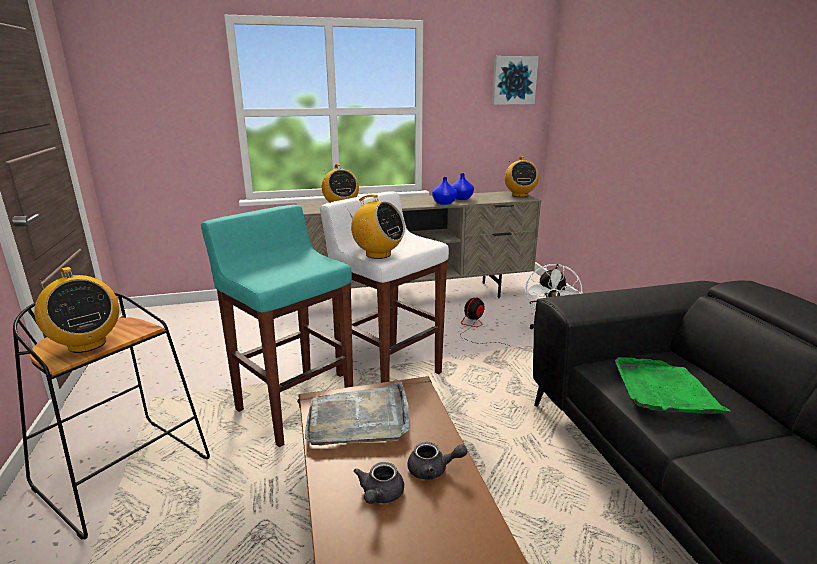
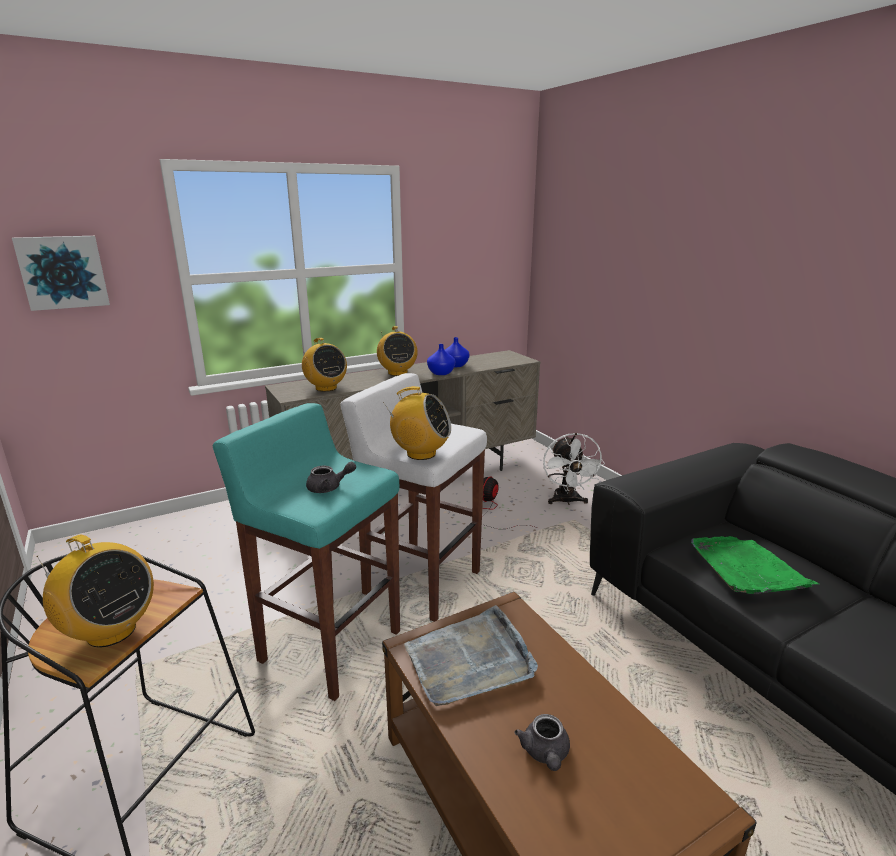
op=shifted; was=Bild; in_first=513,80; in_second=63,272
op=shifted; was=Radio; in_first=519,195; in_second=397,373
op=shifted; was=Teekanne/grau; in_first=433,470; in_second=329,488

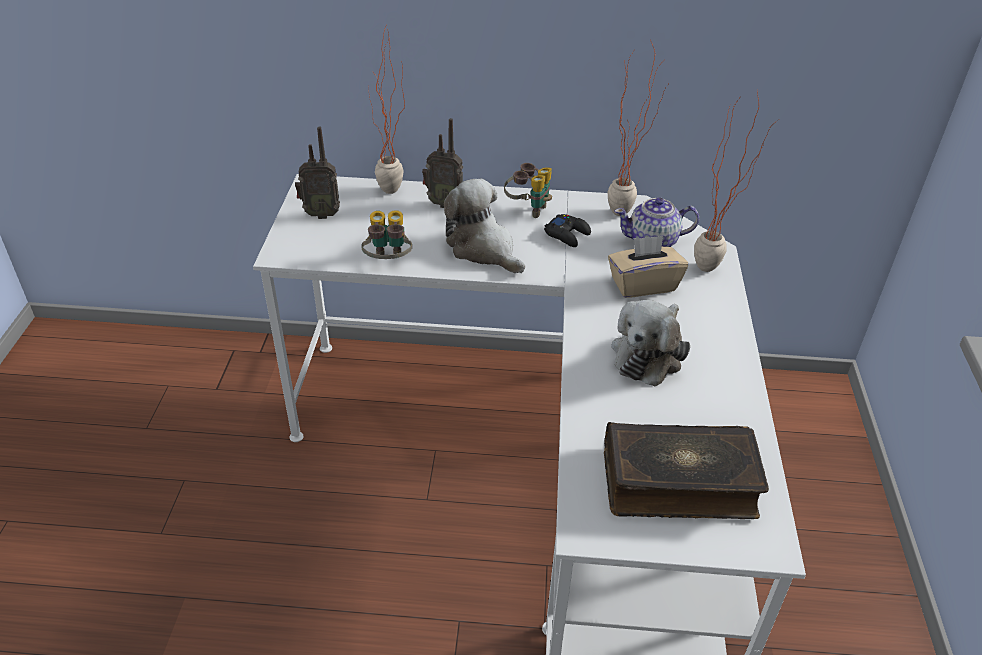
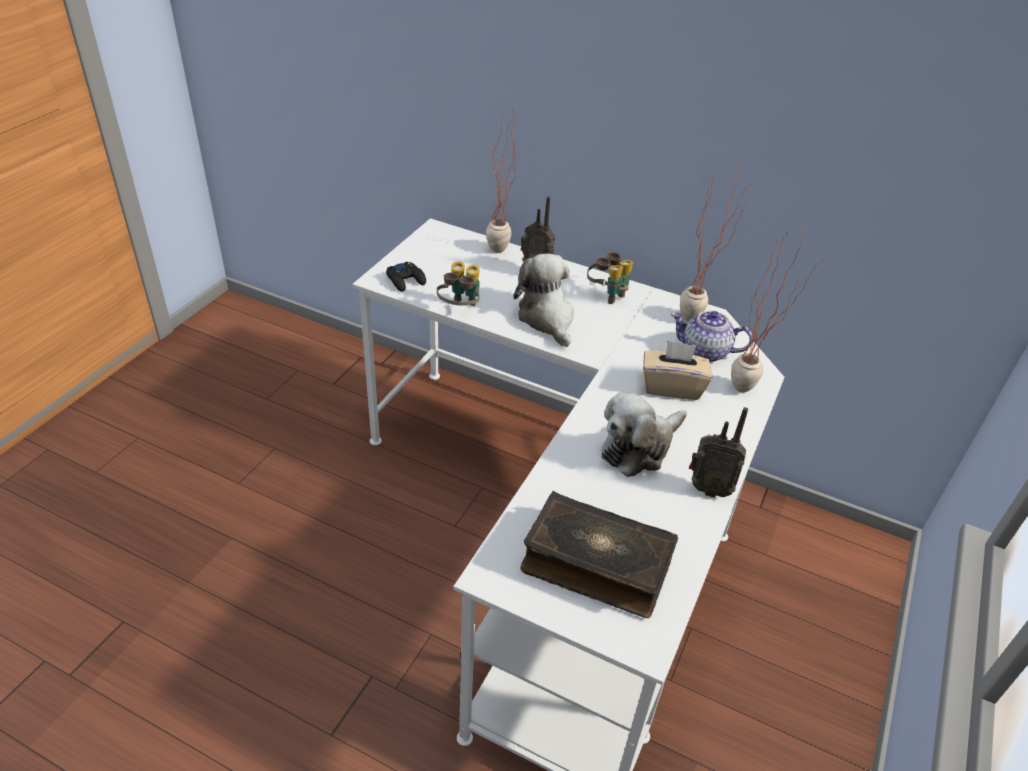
op=shifted; was=Radio; in_first=320,214; in_second=708,488
op=shifted; was=Gamepad/schwarz; in_first=567,234; in_second=406,280

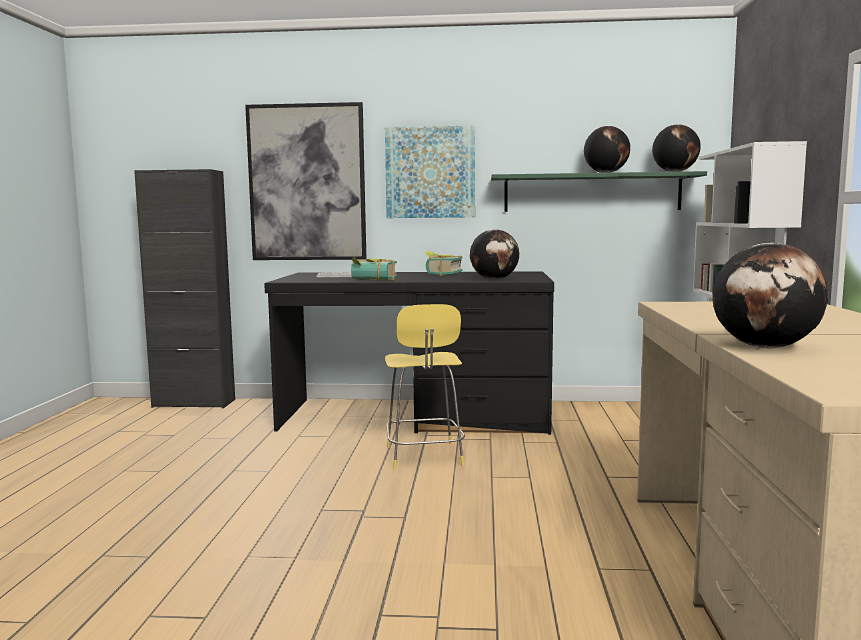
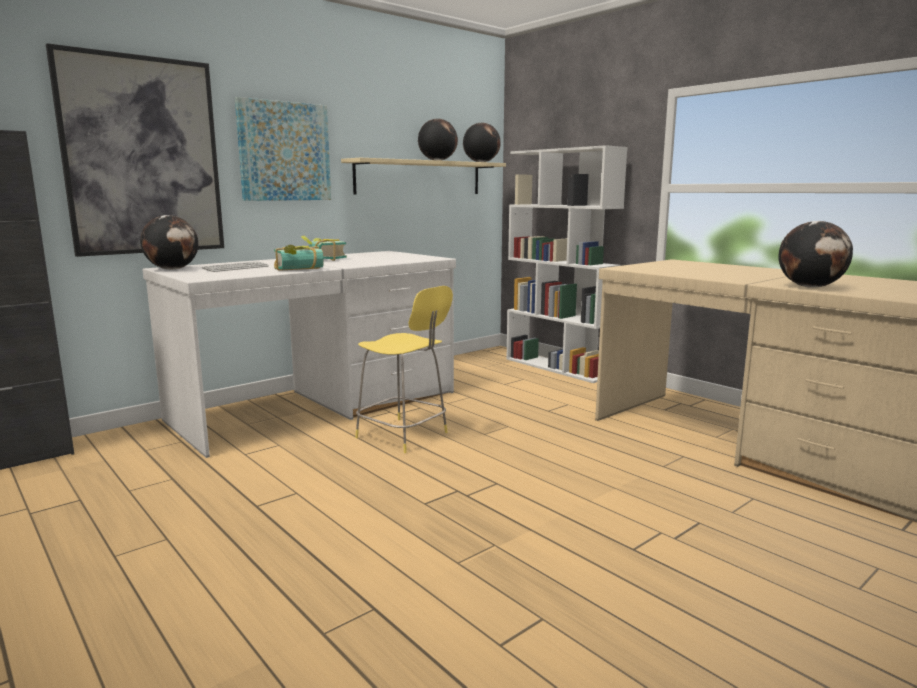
op=repainted; was=Wandregal/grün; now=Wandregal/beige; in_first=592,192; in_second=419,178
op=shifted; was=Globus; in_first=494,279; in_second=173,269
op=repainted; was=Schreibtisch/schwarz; now=Schreibtisch/weiß; in_first=415,416; in_second=318,406

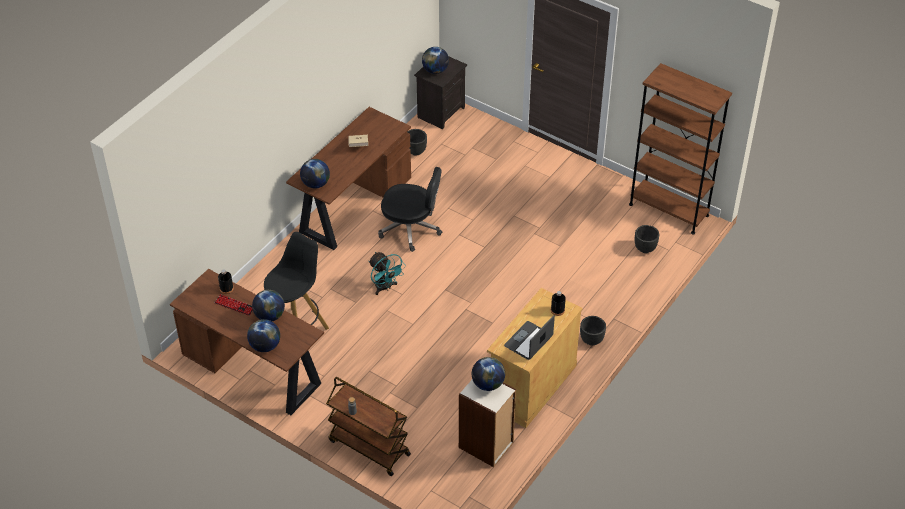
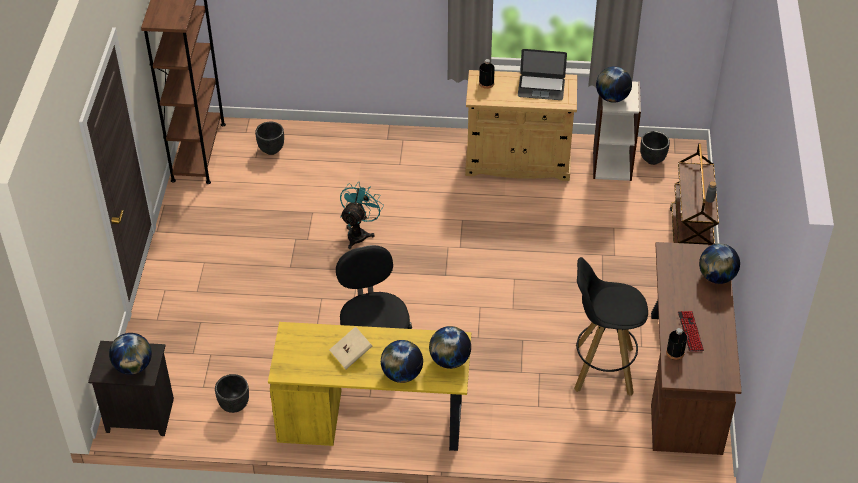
op=repainted; was=Schreibtisch/braun; now=Schreibtisch/gelb; in_first=353,205; in_second=374,420
op=shifted; was=Ventilator/türkis; in_first=385,288; in_second=359,233
op=shifted; was=Globus; in_first=269,316; in_second=402,374
op=shifted; was=Pflanzkübel/schwarz; in_first=592,340; in_second=652,159

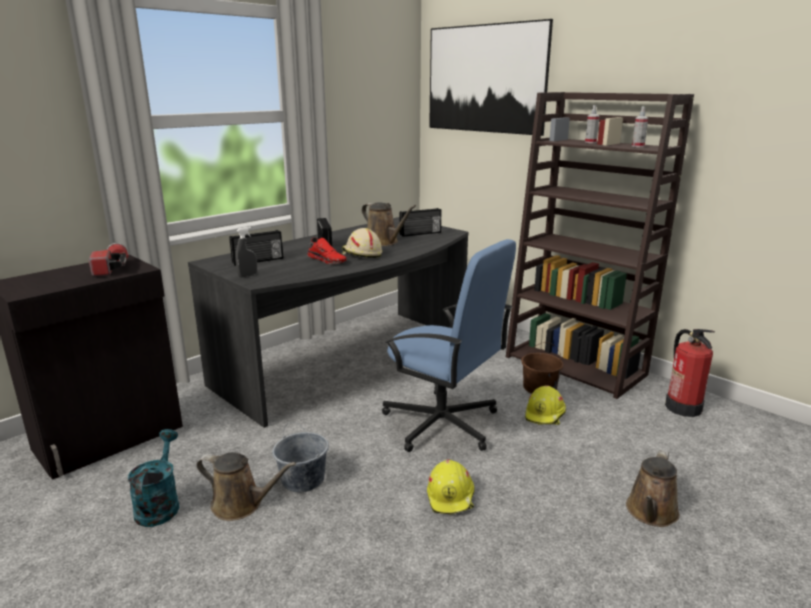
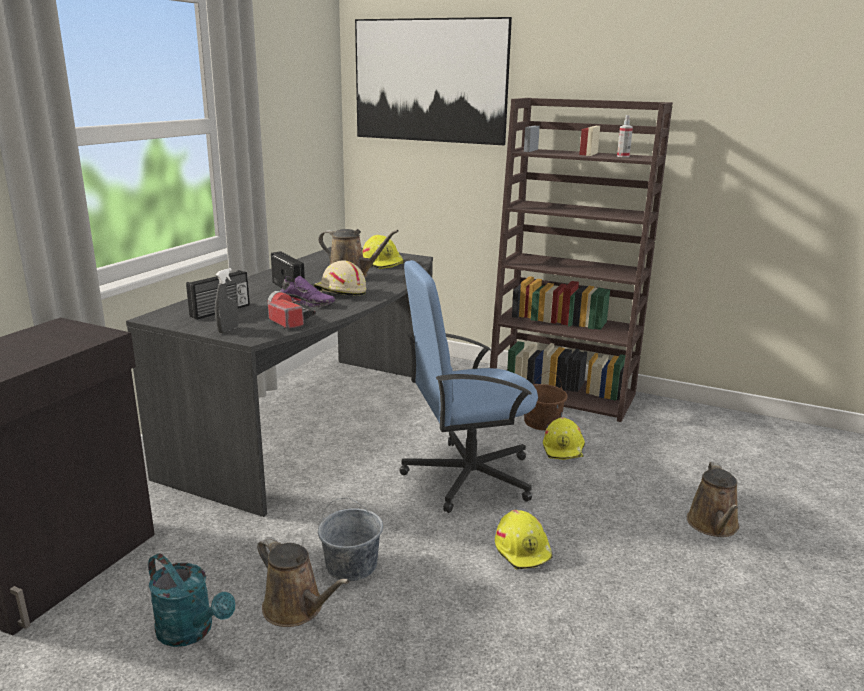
op=gone; was=Sprühflasche; in_first=590,142
op=swapped; was=Radio; now=Schutzhelm/gelb; in_first=420,233; in_second=383,263
op=repainted; was=Schuh/rot; now=Schuh/lila; in_first=327,260; in_second=307,302
op=rotated; was=Bürostuhl/blau; in_first=442,424; in_second=467,476; clockwise=150
op=shifted; was=Taschenlampe; in_first=112,268; in_second=287,319
op=gone; was=Feuerlöscher; in_first=683,407
op=rotated; was=Gießkanne/türkis; in_first=159,504; in_second=191,632; clockwise=150
op=rotated; was=Gießkanne/braun; in_first=241,504; in_second=297,609; clockwise=45

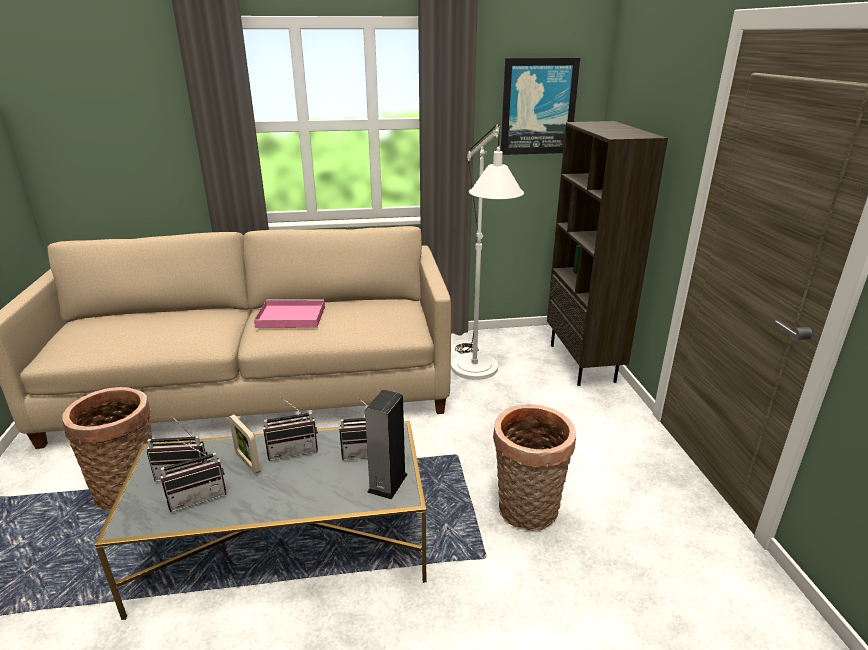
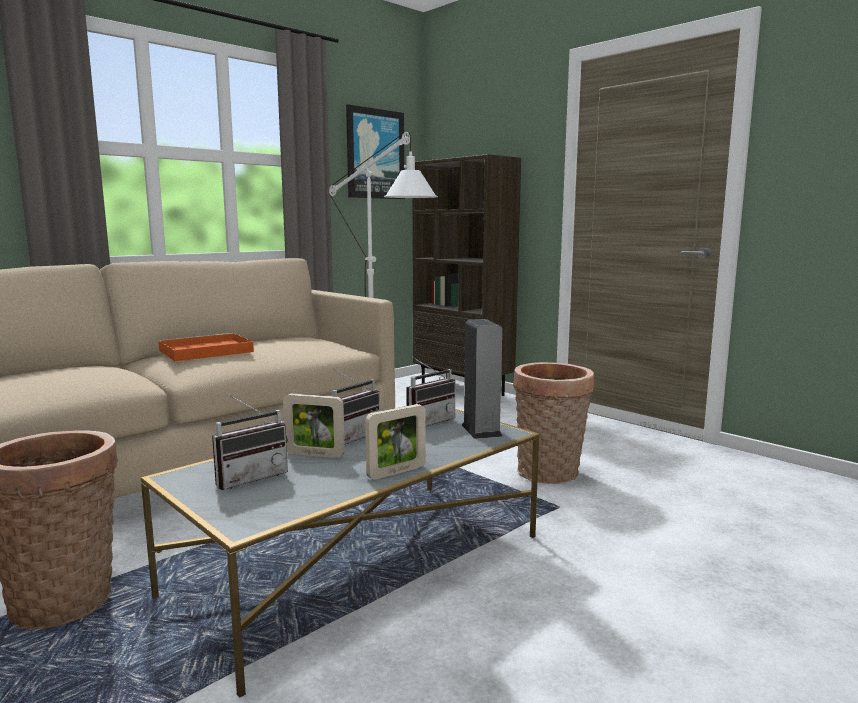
op=repainted; was=Tablett/rosa; now=Tablett/orange; in_first=289,317; in_second=204,351
op=gone; was=Radio; in_first=198,496
op=new; now=Bilderrahmen; in_second=396,472

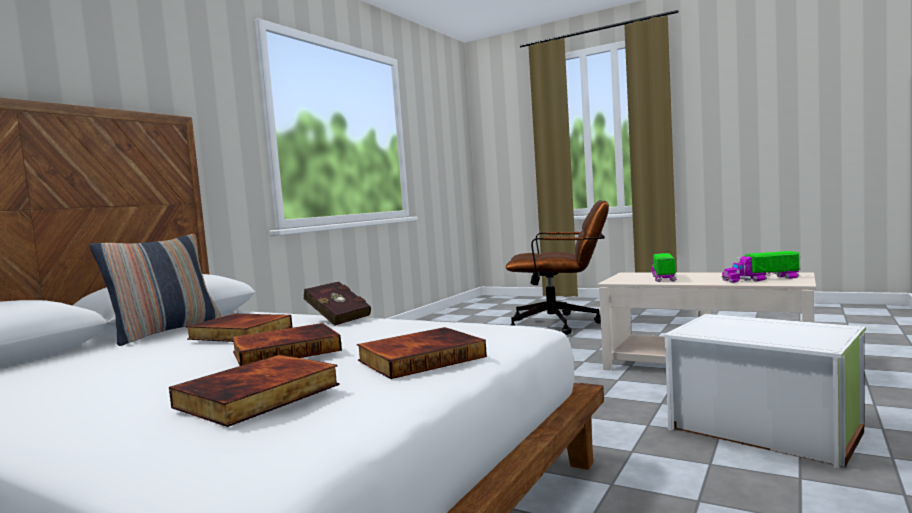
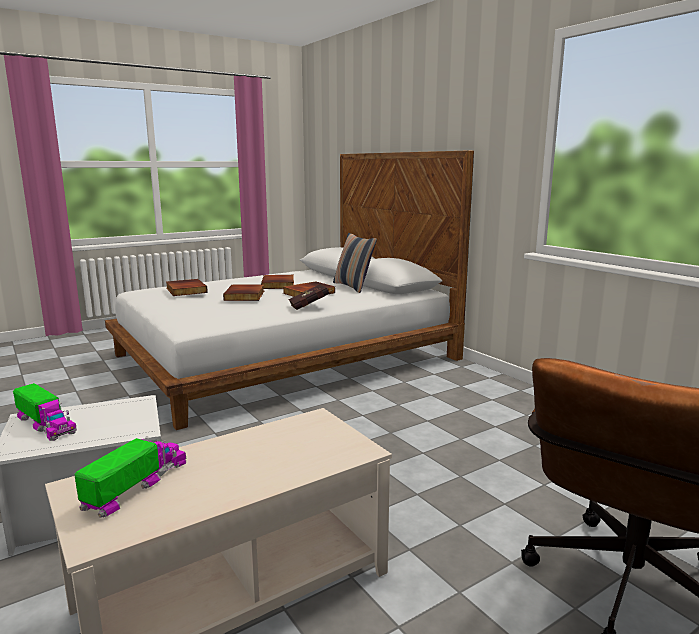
op=shifted; was=Spielzeuglaster; in_first=663,277; in_second=46,425
op=shifted; was=Buch; in_first=420,358; in_second=279,284

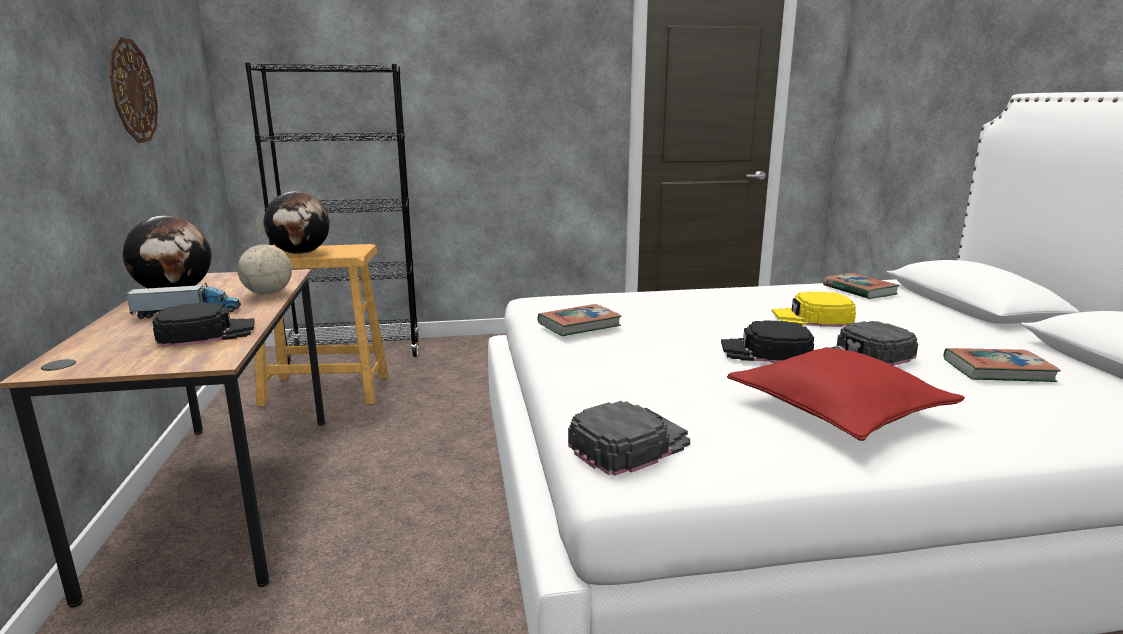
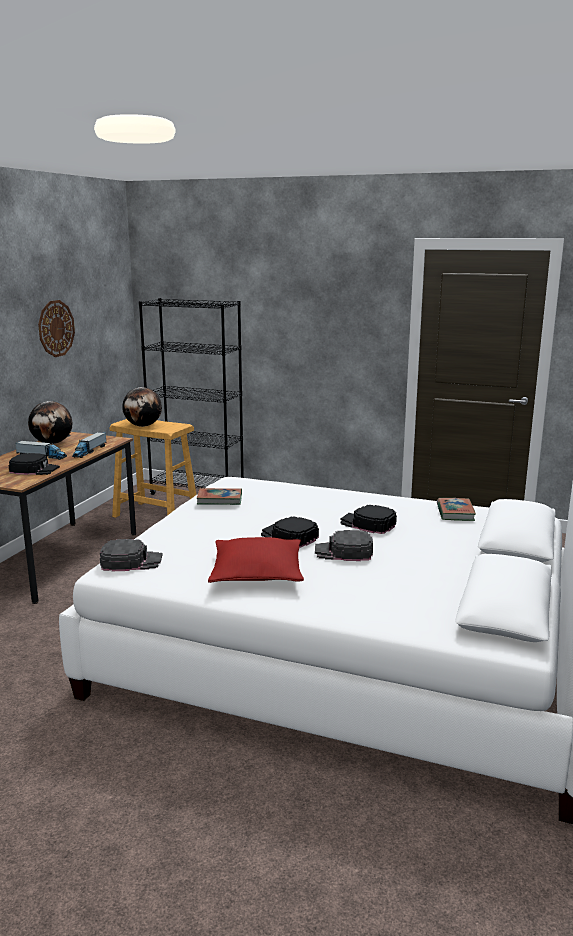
op=swapped; was=Globus; now=Spielzeuglaster; in_first=268,293; in_second=89,451
op=repainted; was=Kappe/gelb; now=Kappe/schwarz; in_first=812,318; in_second=368,524
op=gone; was=Buch; in_first=997,370

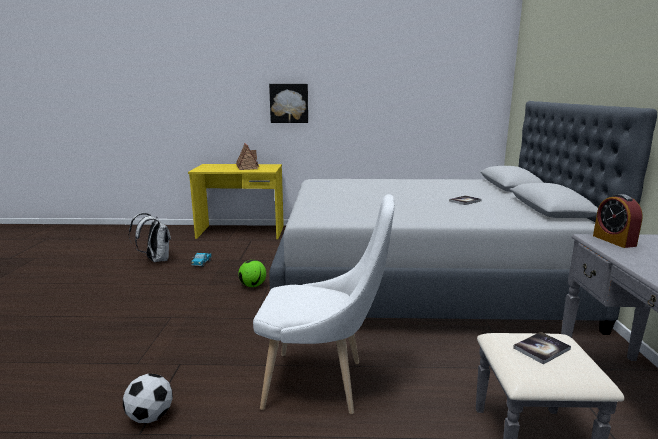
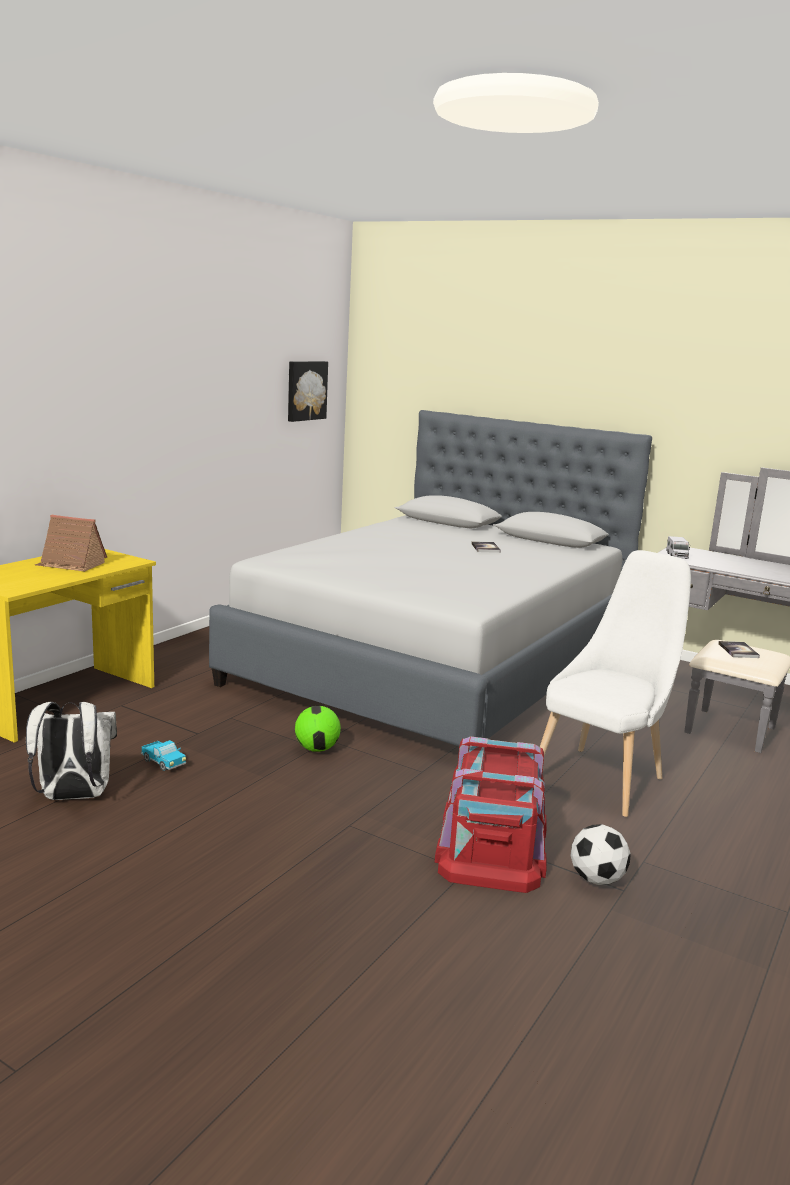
op=shifted; was=Bild; in_first=289,103; in_second=305,390
op=swapped; was=Wecker; now=Spielzeuglaster; in_first=614,241; in_second=676,556
op=new; now=Aufbewahrungsbox/rot; in_second=491,844

